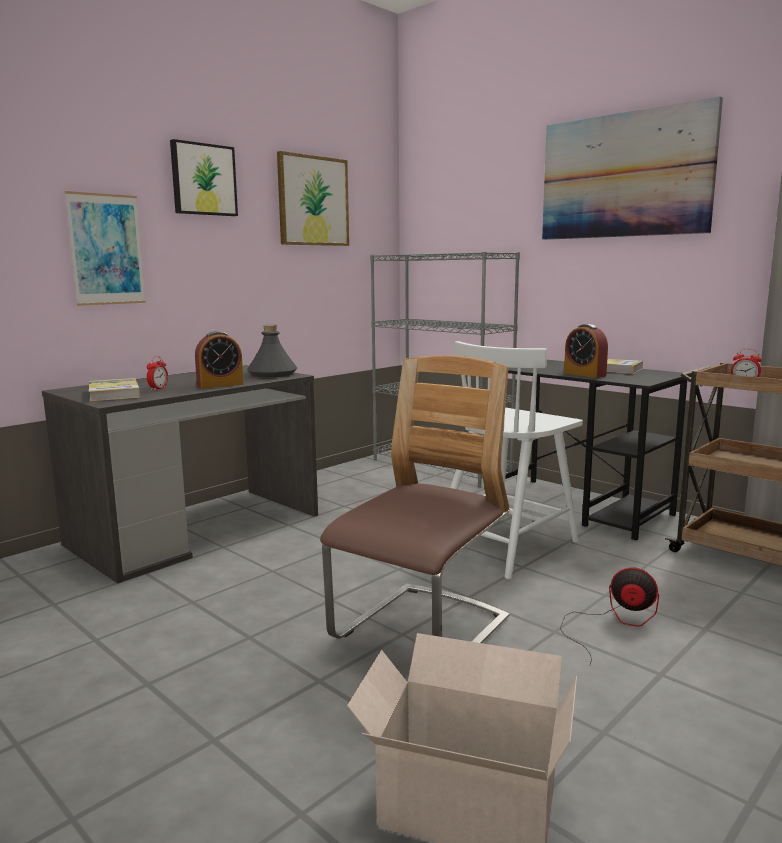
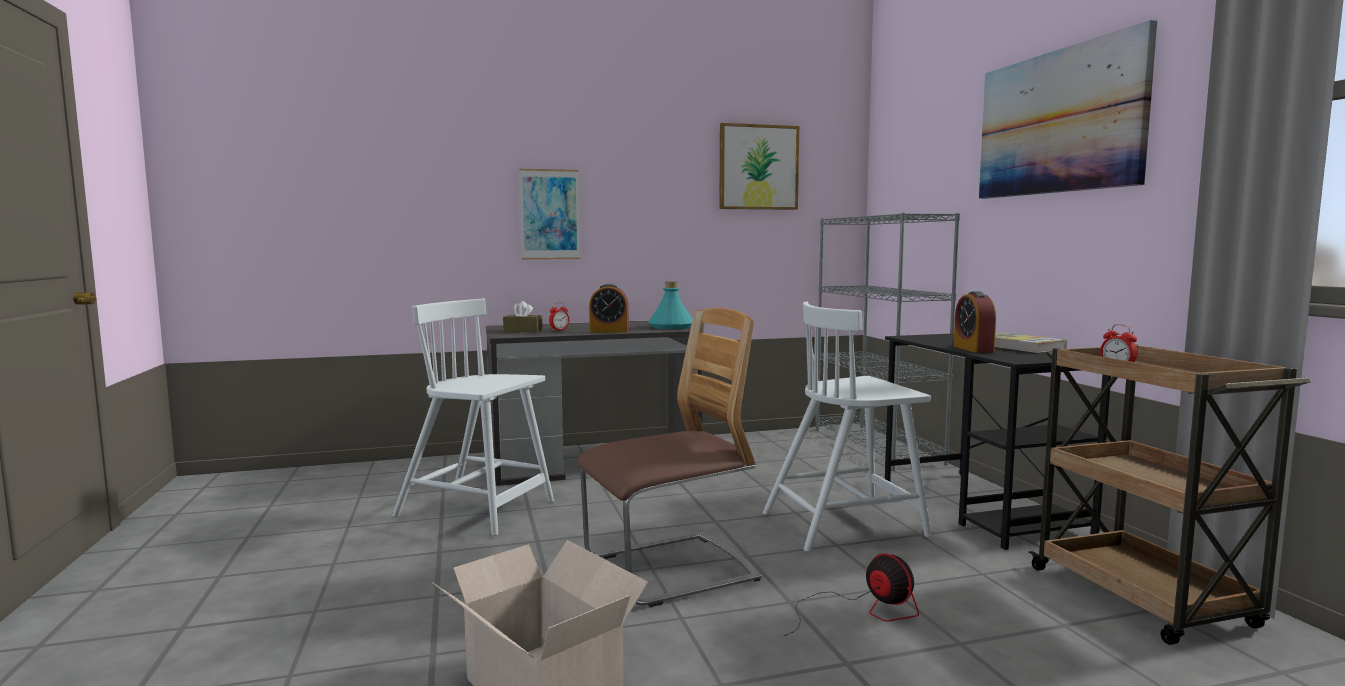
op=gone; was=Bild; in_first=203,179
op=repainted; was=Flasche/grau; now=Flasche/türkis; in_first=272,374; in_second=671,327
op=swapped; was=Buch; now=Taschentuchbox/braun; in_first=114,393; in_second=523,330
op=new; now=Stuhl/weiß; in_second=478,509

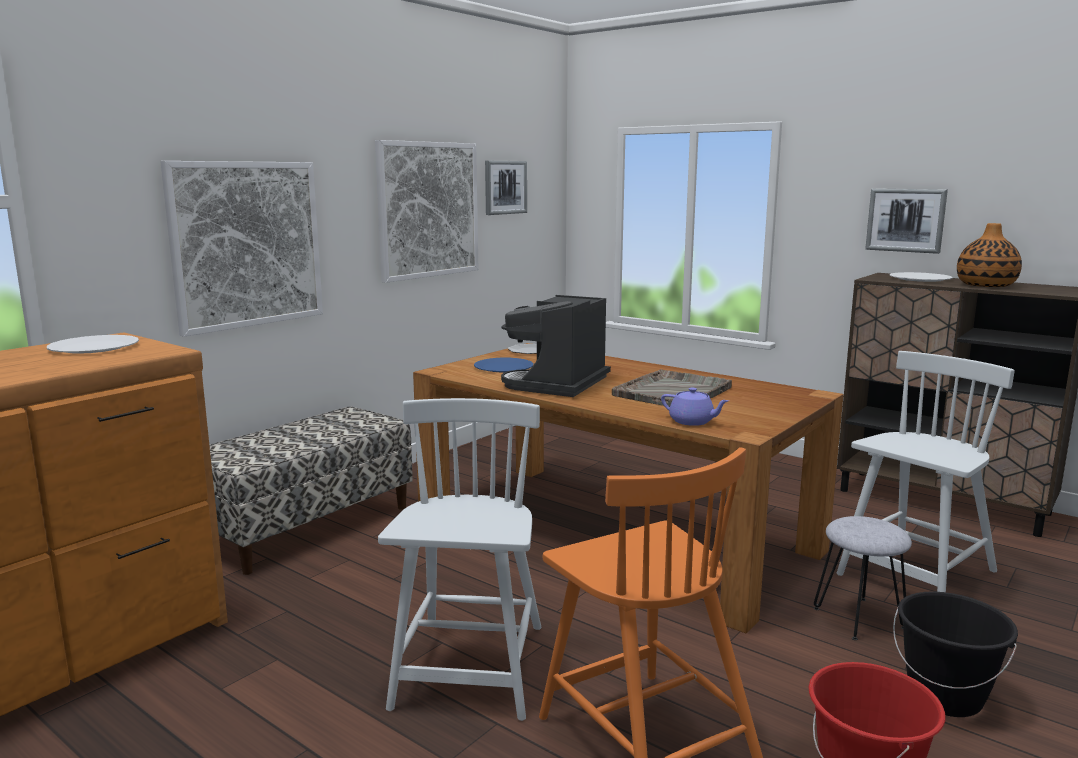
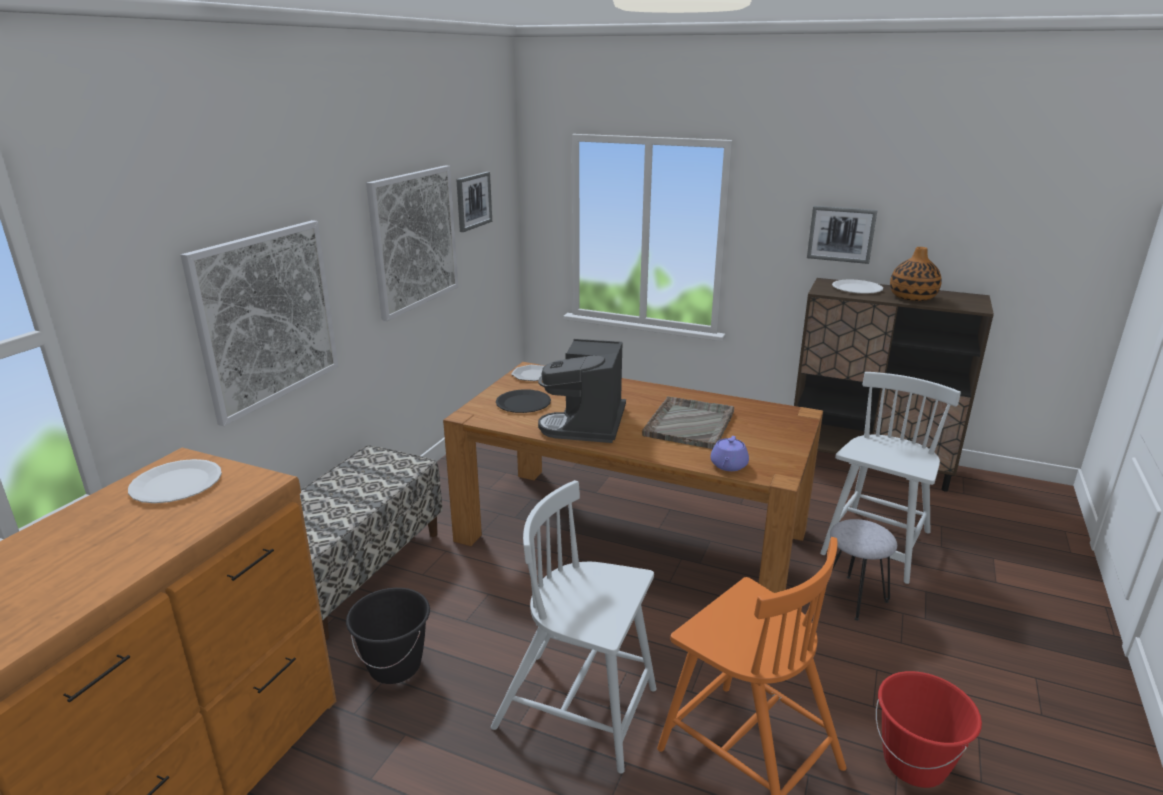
op=repainted; was=Teller/blau; now=Teller/schwarz; in_first=503,367; in_second=523,403
op=rotated; was=Teekanne/lila; in_first=692,421; in_second=728,465; clockwise=90
op=rotated; was=Stuhl/weiß; in_first=470,668; in_second=579,709; clockwise=-60
op=shifted; was=Eimer/schwarz; in_first=945,697; in_second=395,666

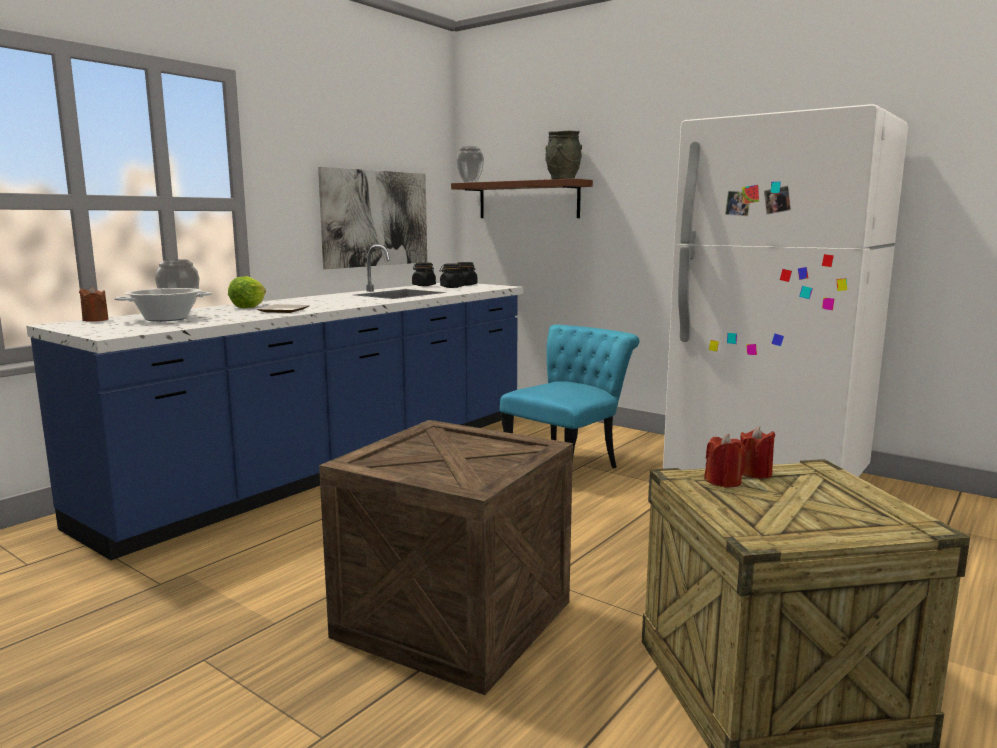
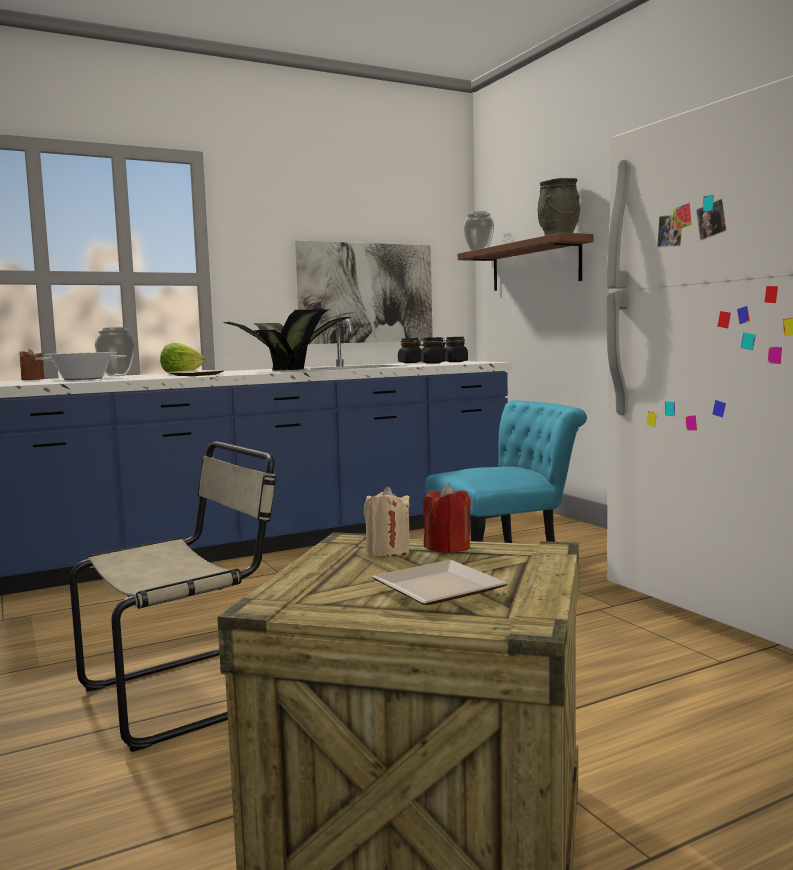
op=swapped; was=Kiste; now=Stuhl/beige; in_first=458,618; in_second=190,694
op=repainted; was=Kerze/rot; now=Kerze/beige; in_first=723,482; in_second=388,551
op=new; now=Topfpflanze; in_second=296,369
op=new; now=Teller; in_second=443,589

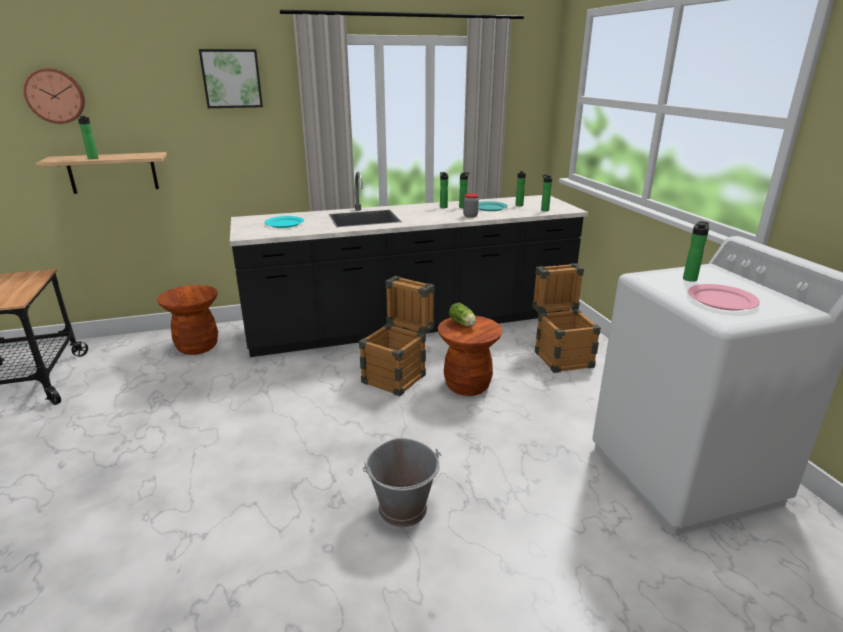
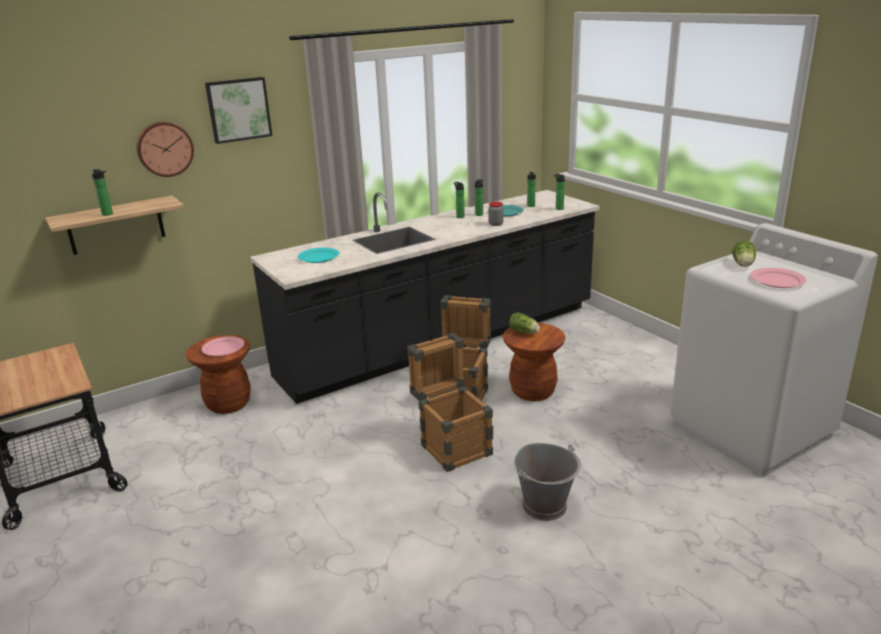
op=shifted; was=Wanduhr; in_first=55,96; in_second=164,149
op=swapped; was=Flasche; now=Salatkopf; in_first=690,278; in_second=743,265
op=shifted; was=Kiste; in_first=560,356; in_second=452,445
op=new; now=Teller/rosa; in_second=223,348

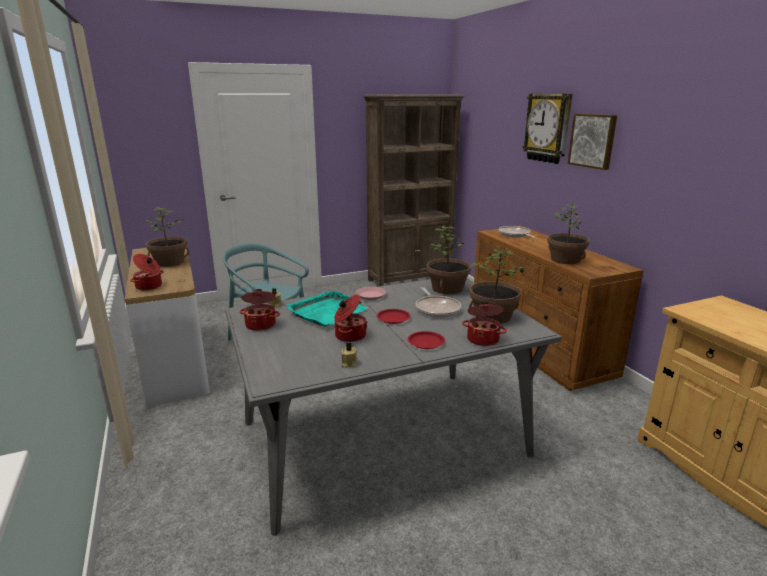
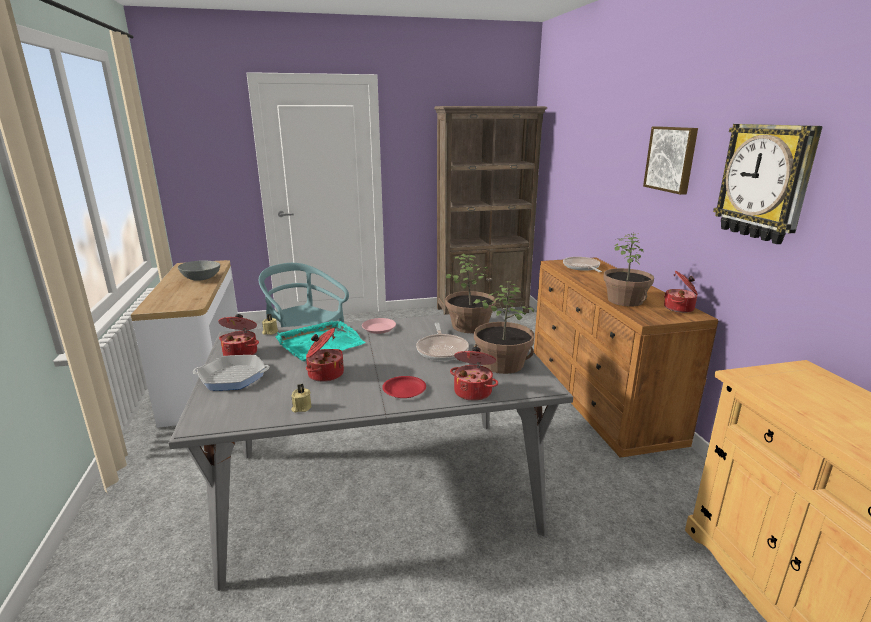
op=shifted; was=Wanduhr; in_first=548,128; in_second=765,182
op=swapped; was=Topfpflanze; now=Schüssel/grau; in_first=169,262; in_second=200,278
op=shifted; was=Kochtopf; in_first=149,286; in_second=679,308
op=gone; was=Teller/rot; in_first=393,318
op=new; now=Pfanne; in_second=232,377

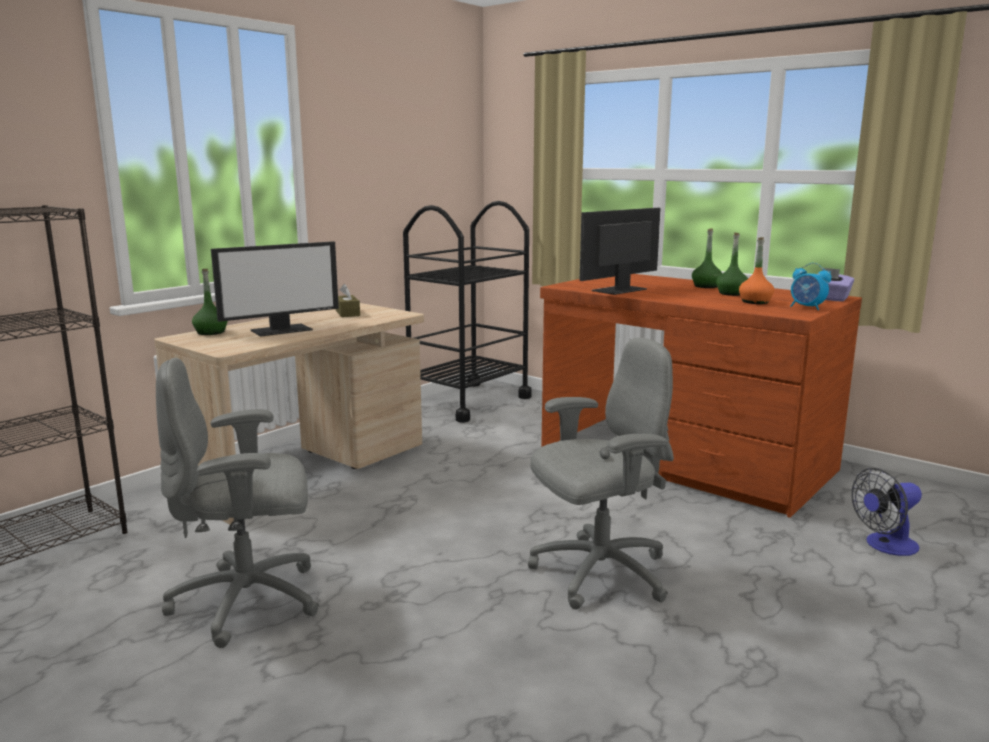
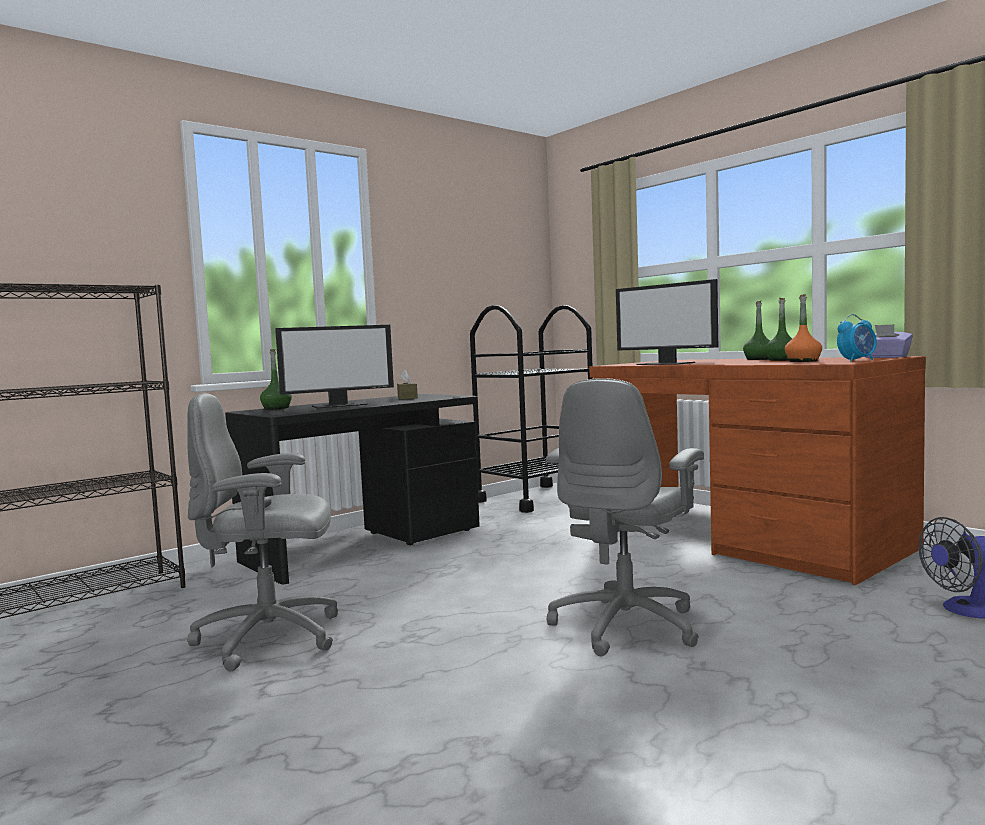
op=rotated; was=Monitor; in_first=619,290; in_second=666,363; clockwise=-105
op=rotated; was=Wecker; in_first=807,308; in_second=857,360; clockwise=-75
op=repainted; was=Schreibtisch/beige; now=Schreibtisch/schwarz; in_first=308,470; in_second=365,546
op=rotated; was=Bürostuhl/grau; in_first=598,573; in_second=627,625; clockwise=135

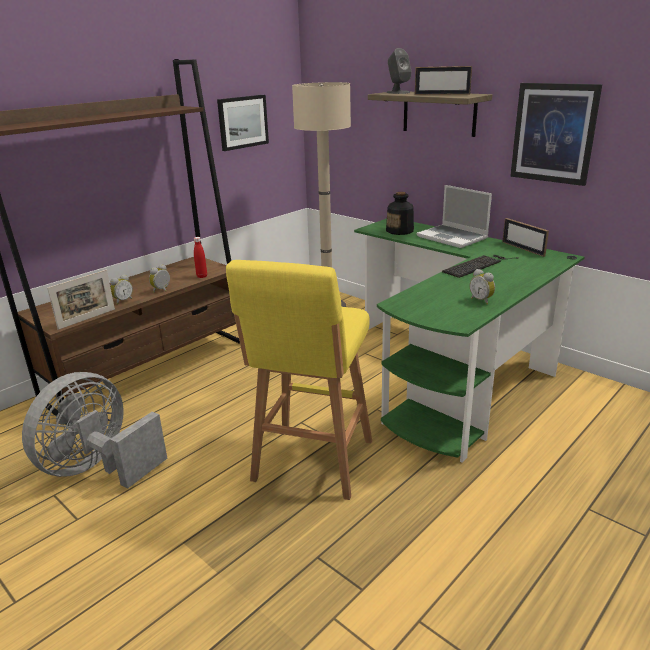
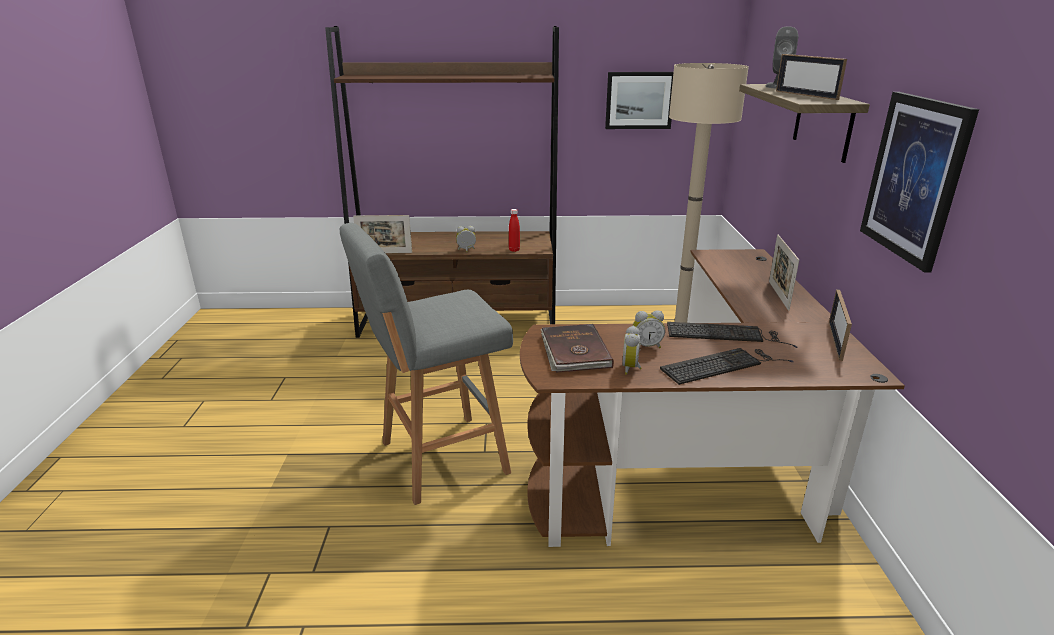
op=swapped; was=Laptop; now=Bilderrahmen; in_first=453,237; in_second=778,295
op=gone; was=Flasche; in_first=400,231
op=repainted; was=Schreibtisch/grün; now=Schreibtisch/braun; in_first=455,372; in_second=700,464
op=repainted; was=Hocker/gelb; now=Hocker/grau; in_first=312,463; in_second=439,459
op=shifted; was=Wecker; in_first=122,301; in_second=646,346
op=gone; was=Ventilator/grau; in_first=99,468
op=new; now=Buch/braun; in_second=574,352
op=new; now=Tastatur; in_second=722,365

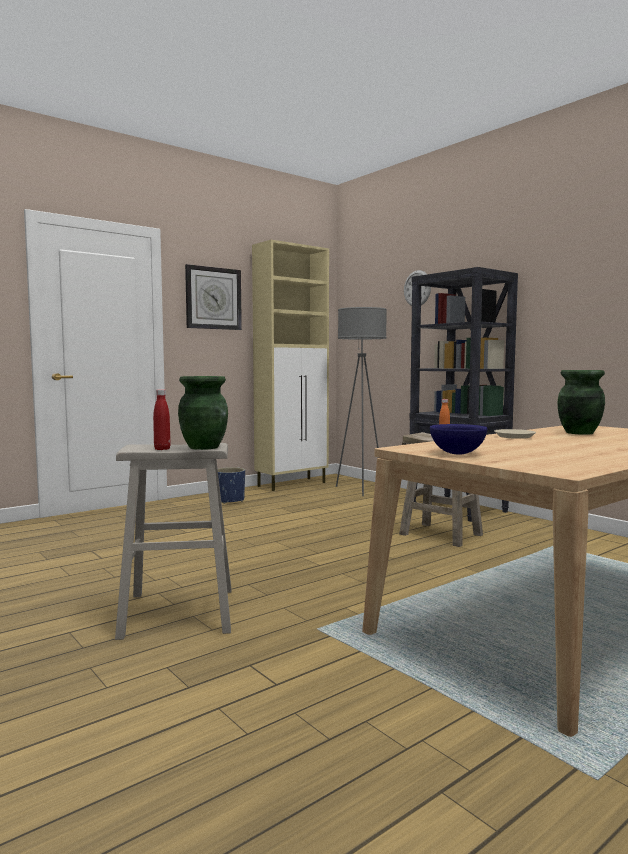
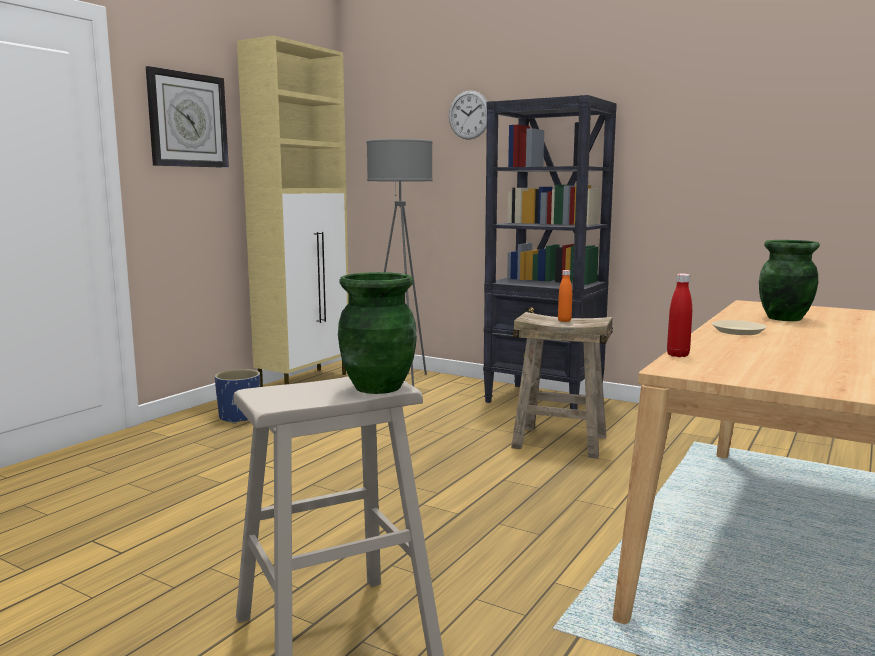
op=shifted; was=Flasche/rot; in_first=162,449; in_second=678,355
op=gone; was=Schüssel/blau; in_first=458,453

